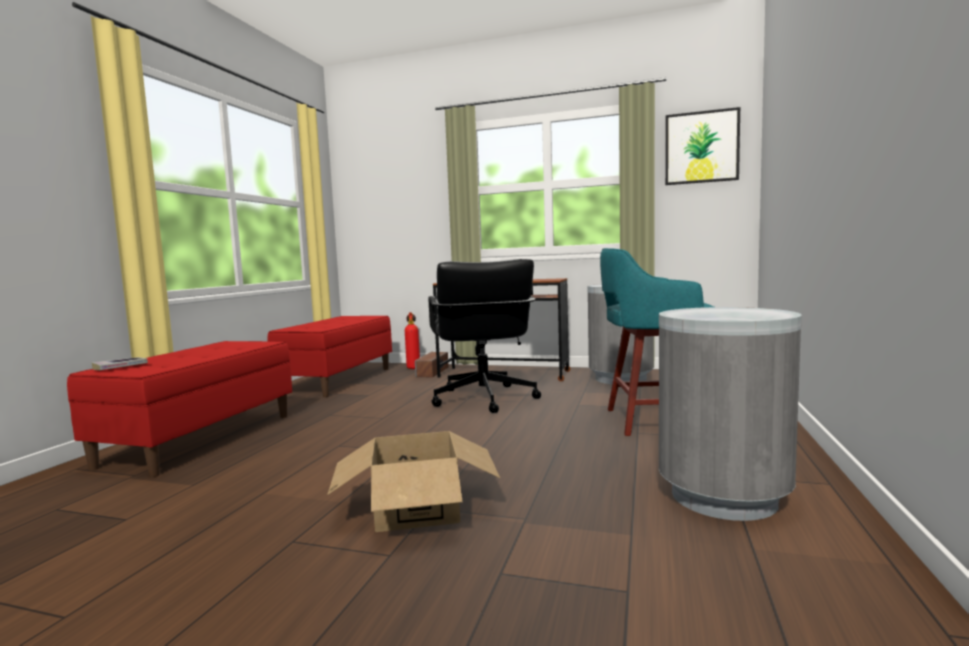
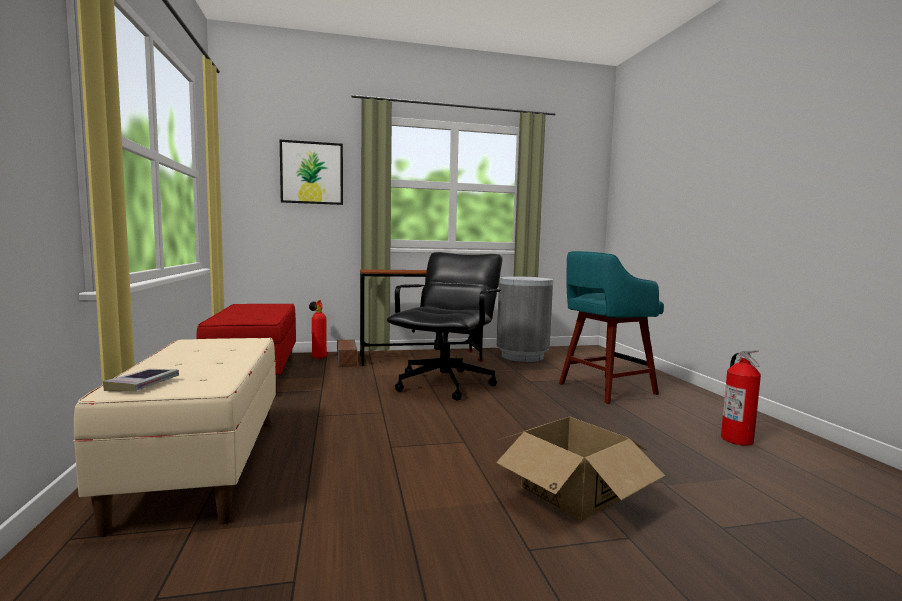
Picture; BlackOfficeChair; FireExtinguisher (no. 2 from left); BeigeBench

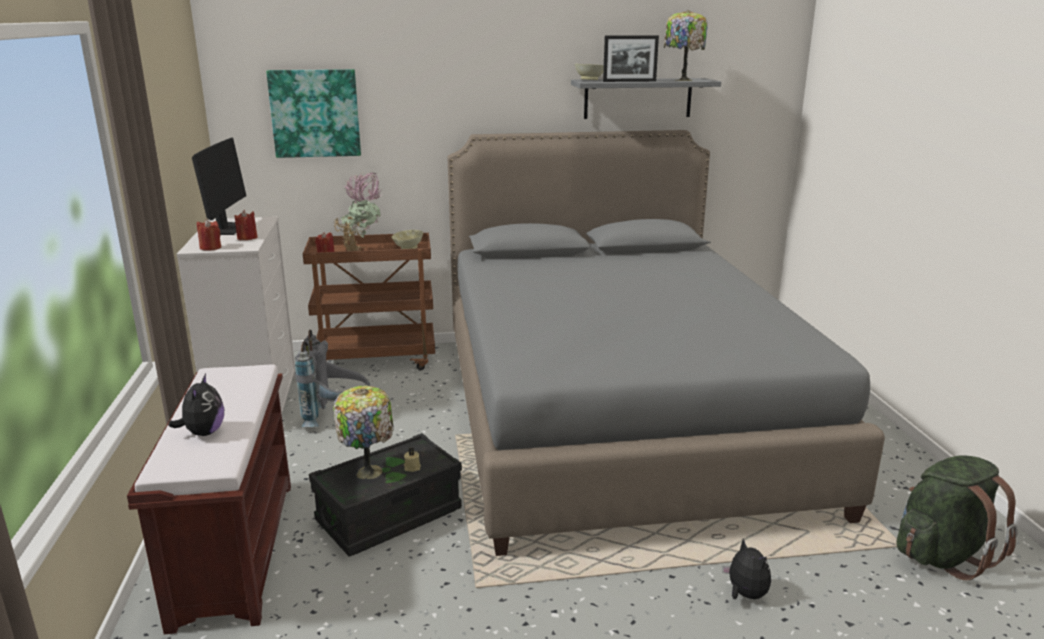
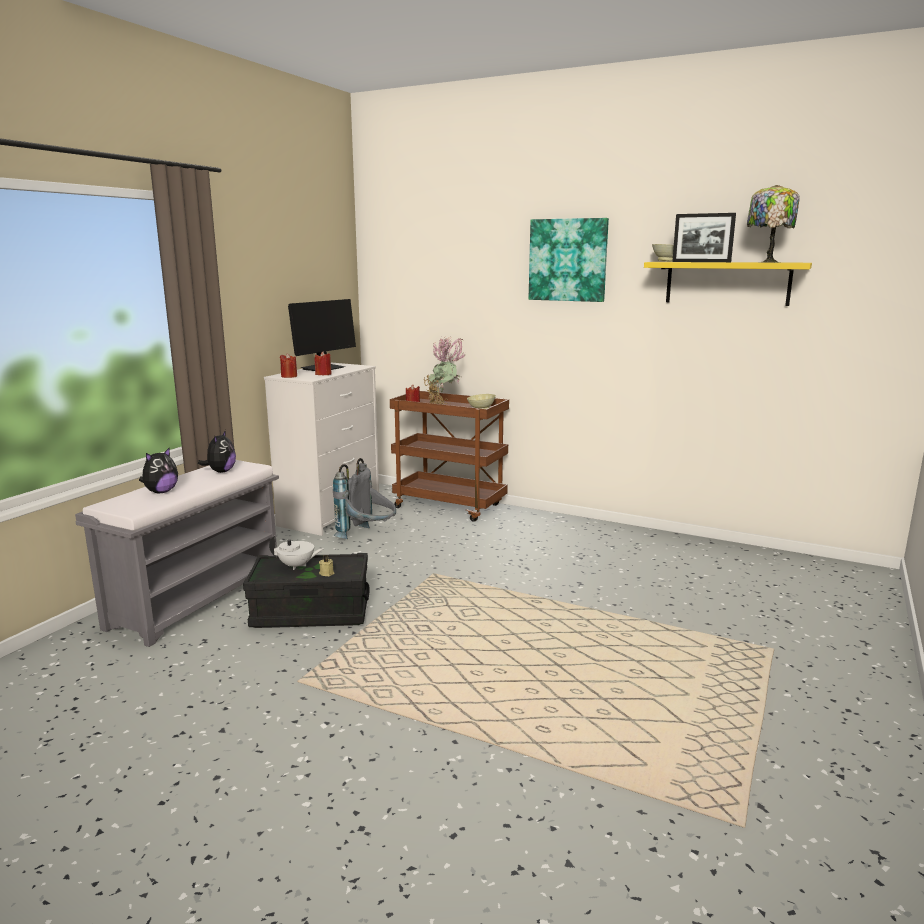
Picture; YellowShelf; GreyBed; GreyBench; WhiteTeapot; GreenBackpack; PlushToy (no. 2 from left)

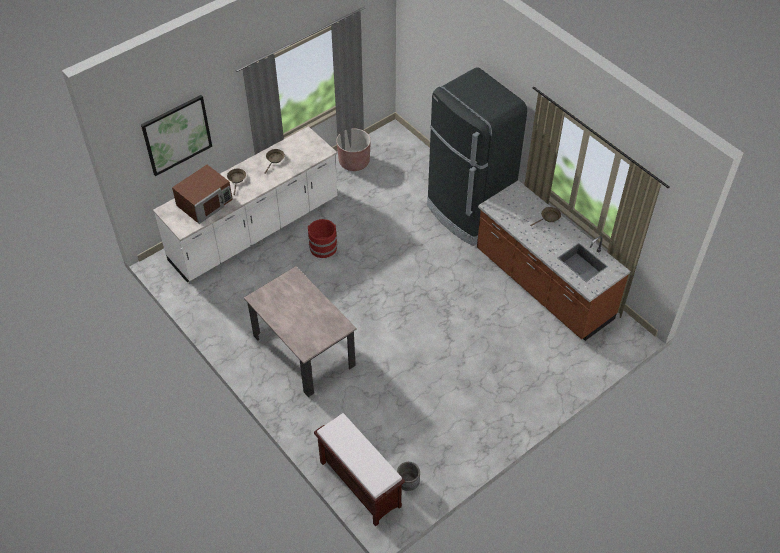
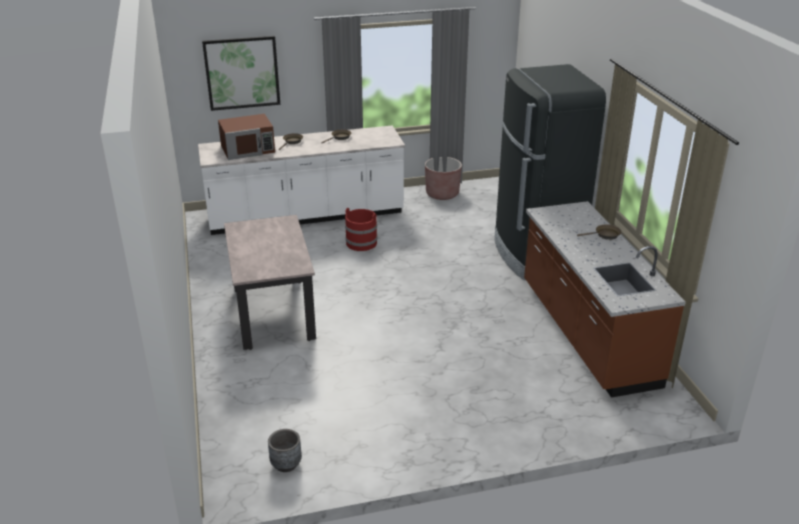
BrownBench

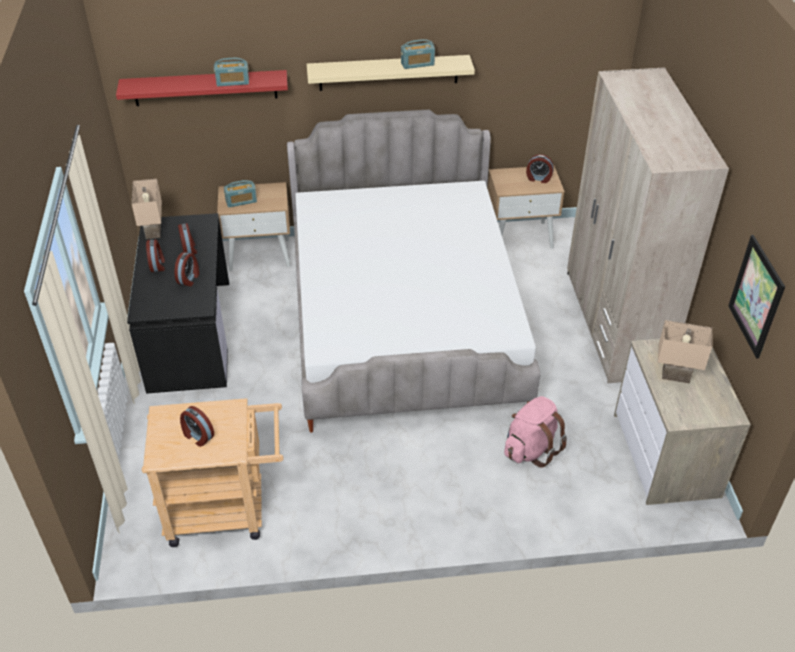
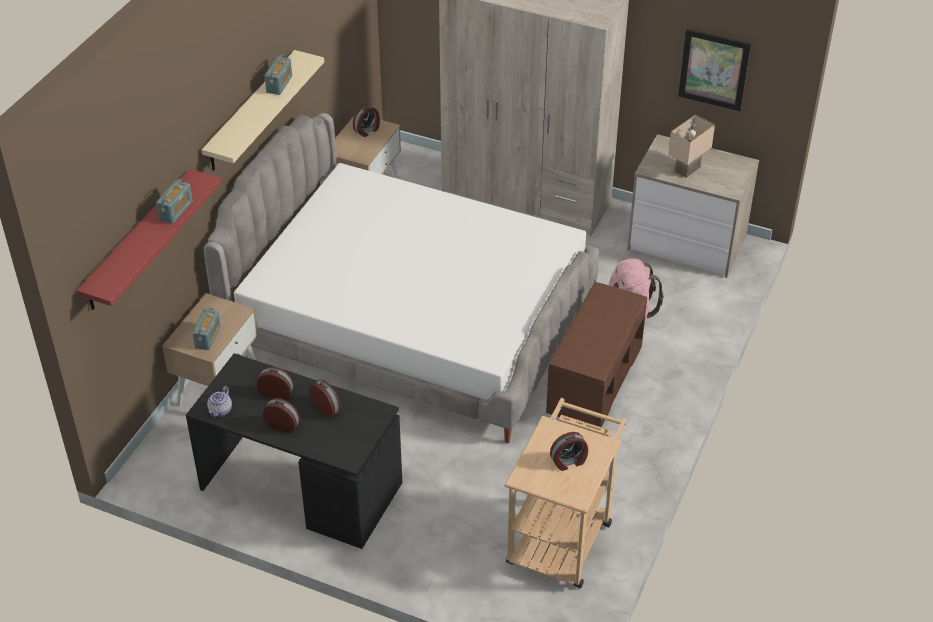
Teapot; BrownBench

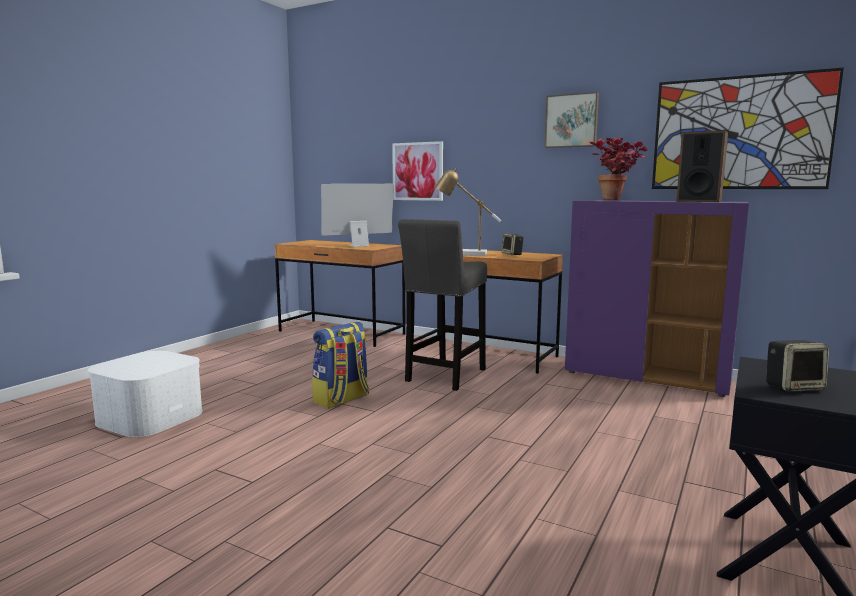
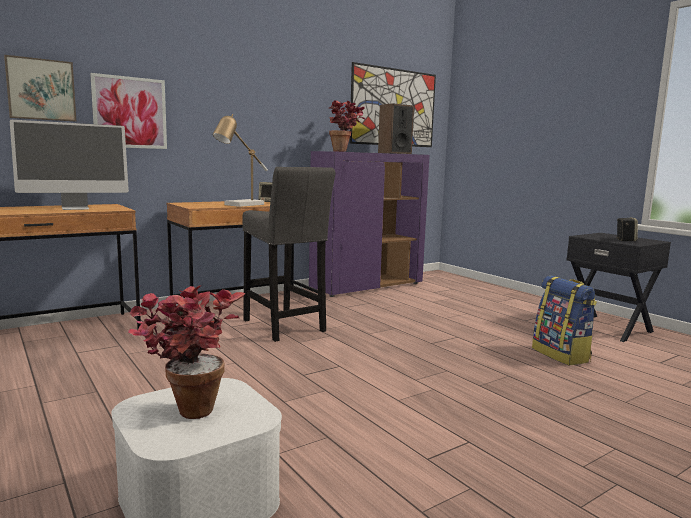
Picture (no. 1 from left); Monitor; Backpack; PottedPlant (no. 1 from left)

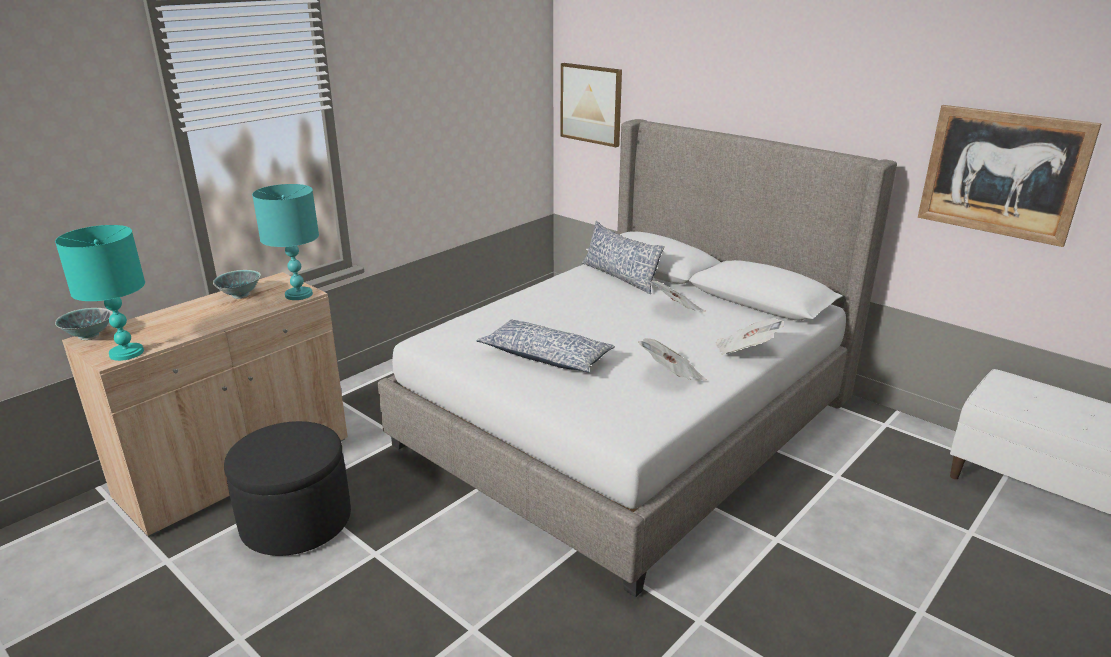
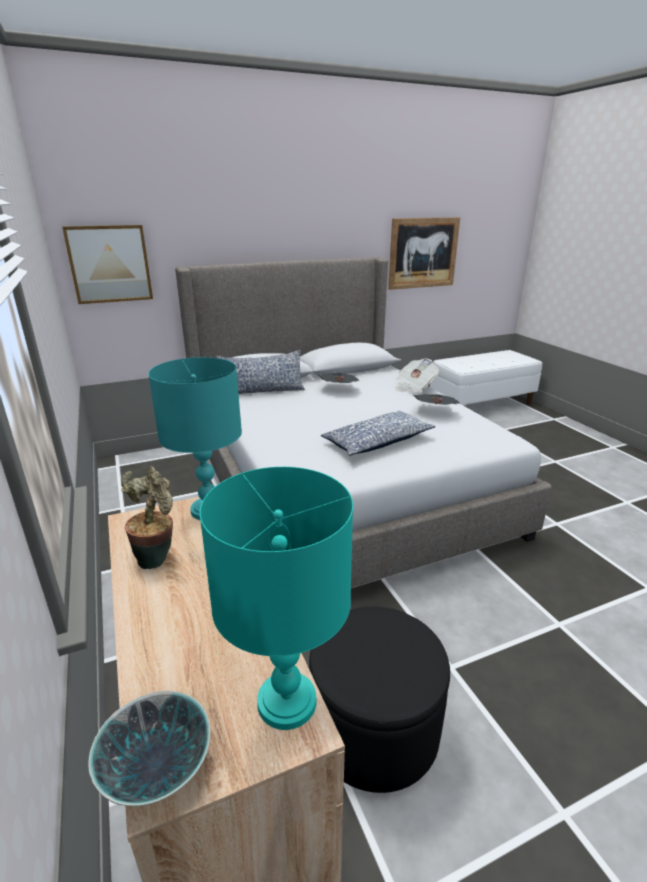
PottedPlant

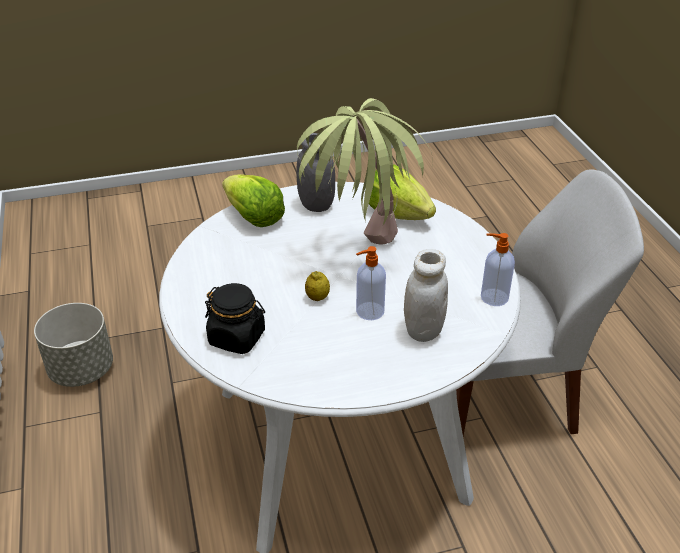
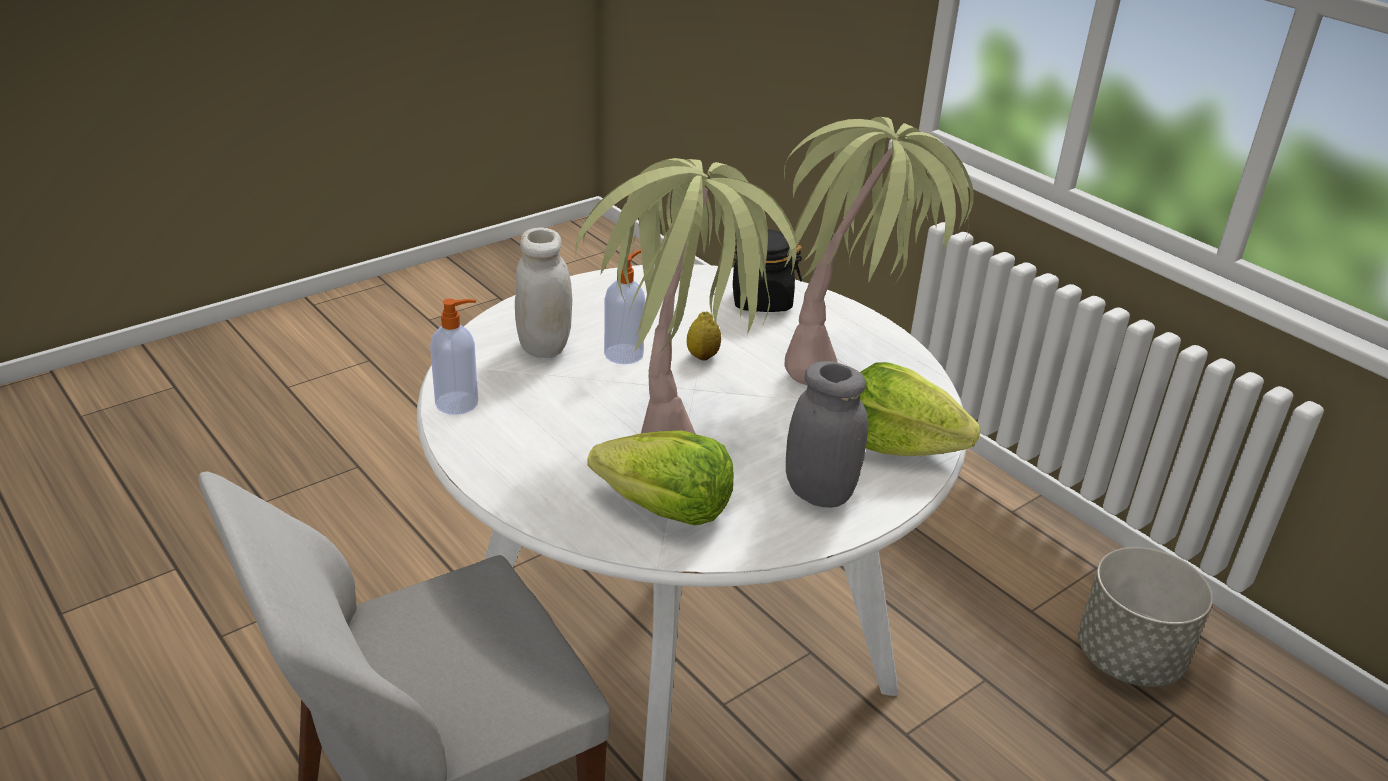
PottedPlant (no. 2 from left)

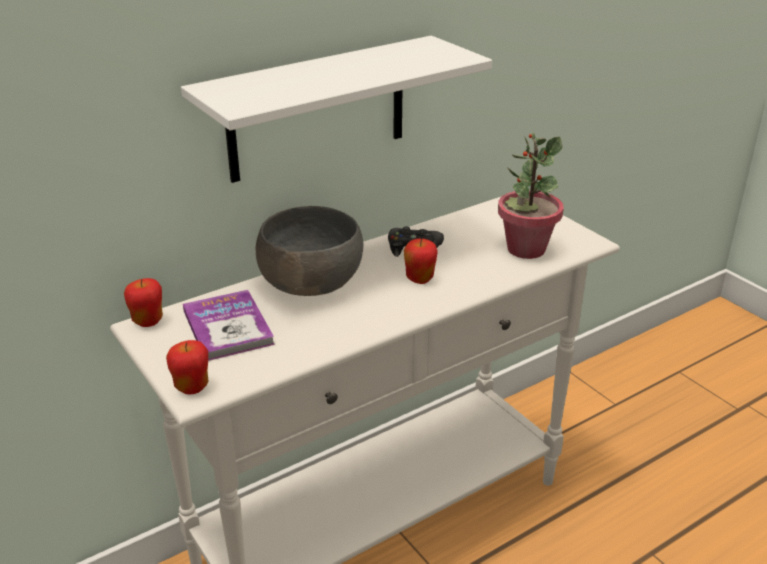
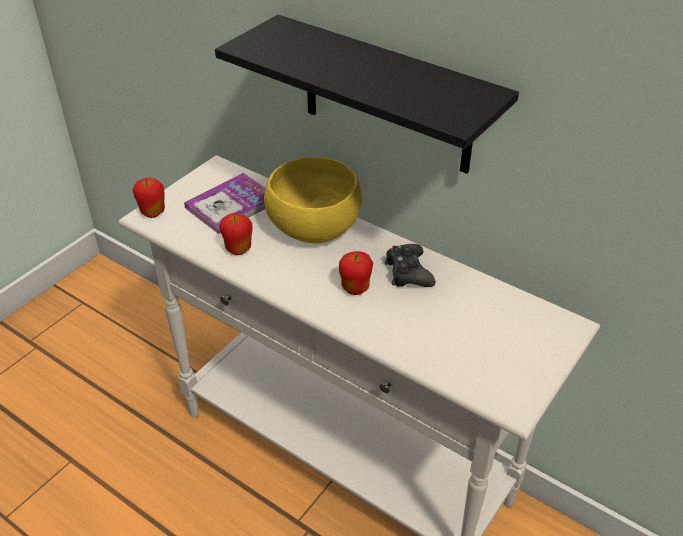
BlackShelf; PottedPlant; YellowBowl; Apple (no. 2 from left)

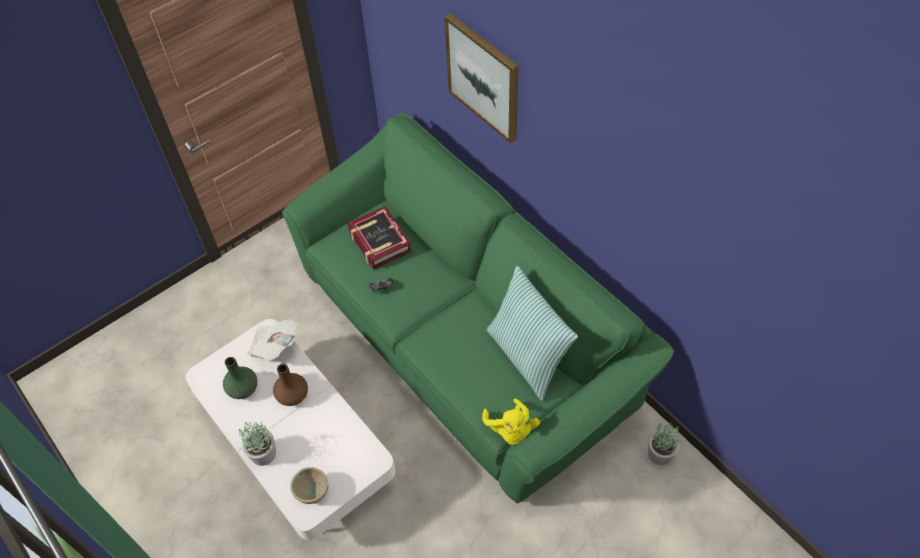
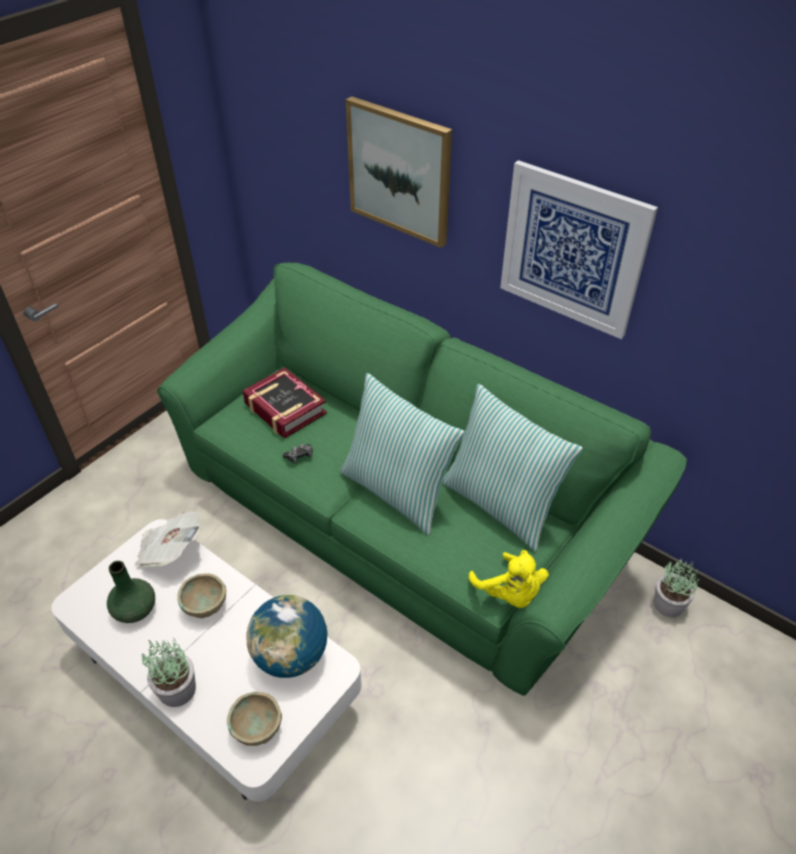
BeigeBowl (no. 1 from left); Picture (no. 2 from left); Pillow (no. 1 from left); Globe

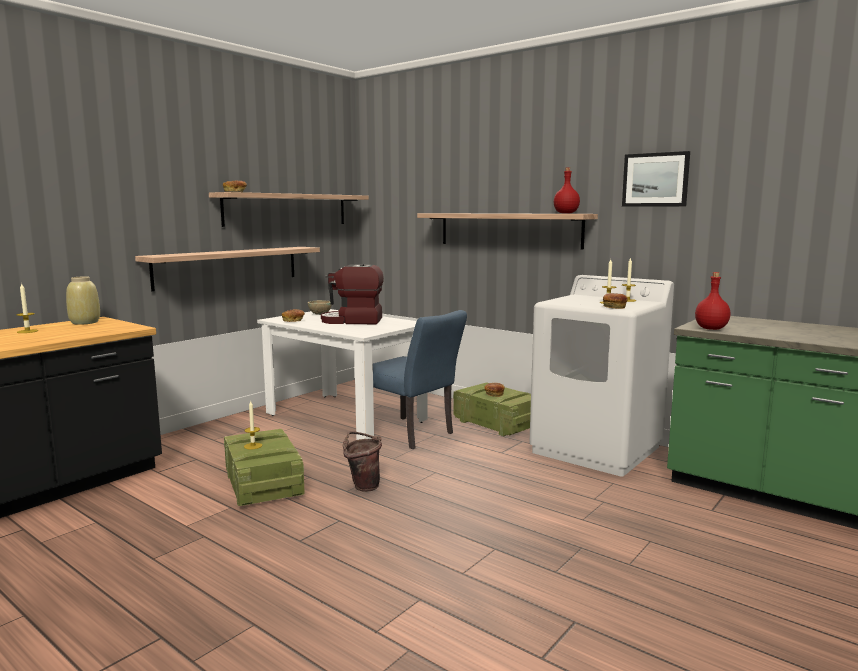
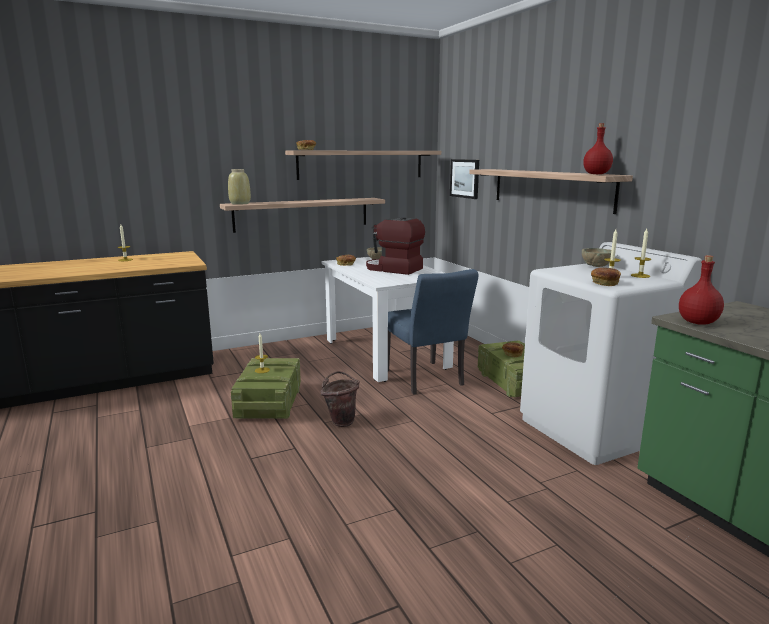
Picture; BeigeVase; BeigeBowl (no. 2 from left)

